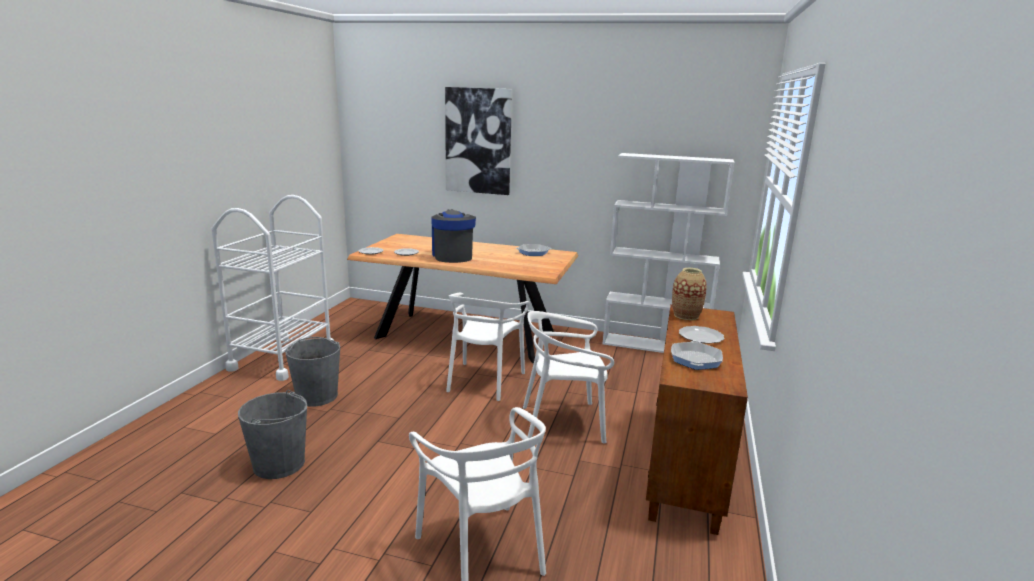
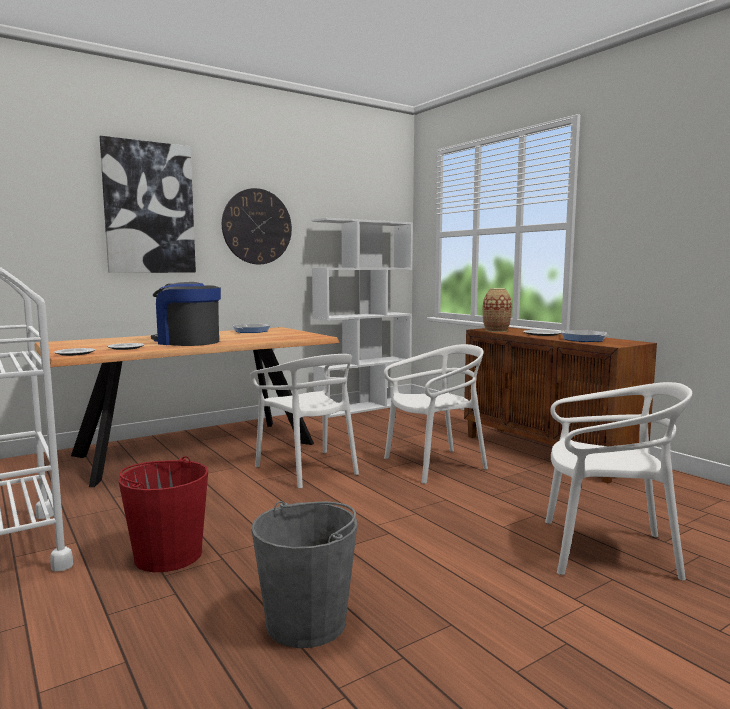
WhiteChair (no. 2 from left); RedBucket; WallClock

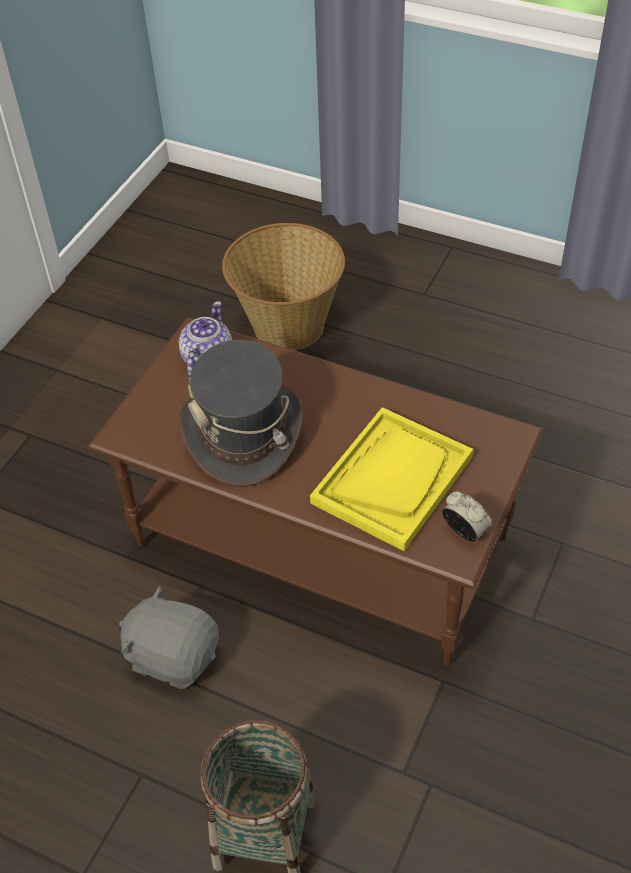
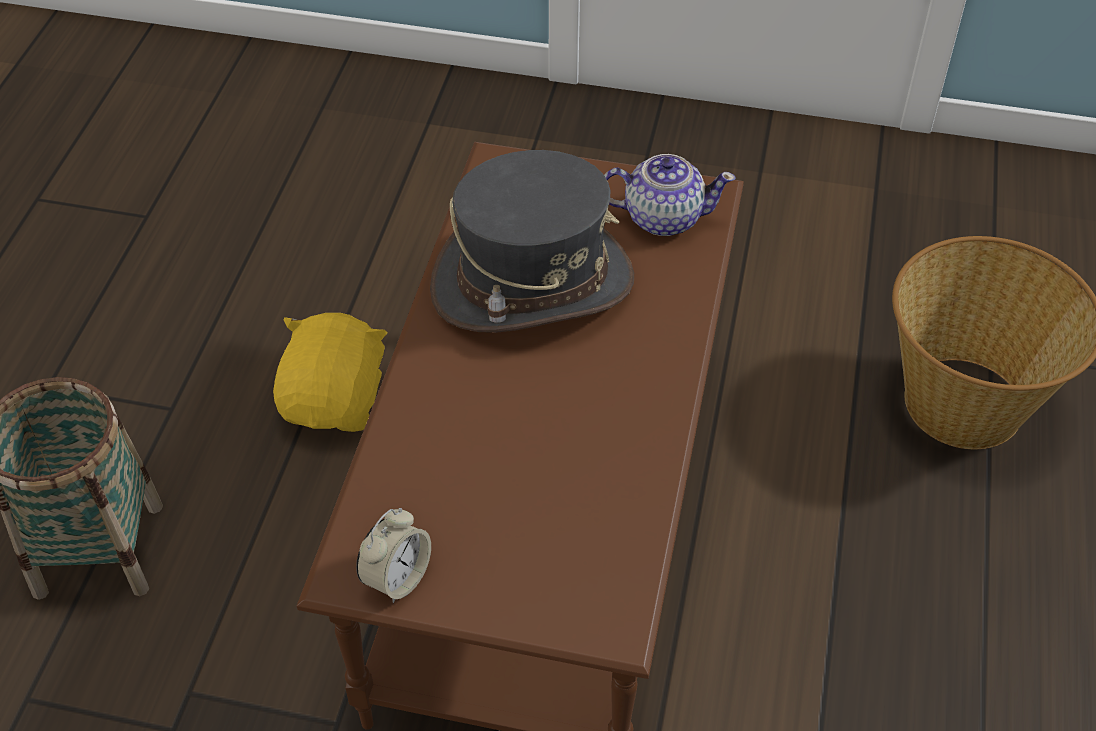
YellowTray; YellowPlushToy

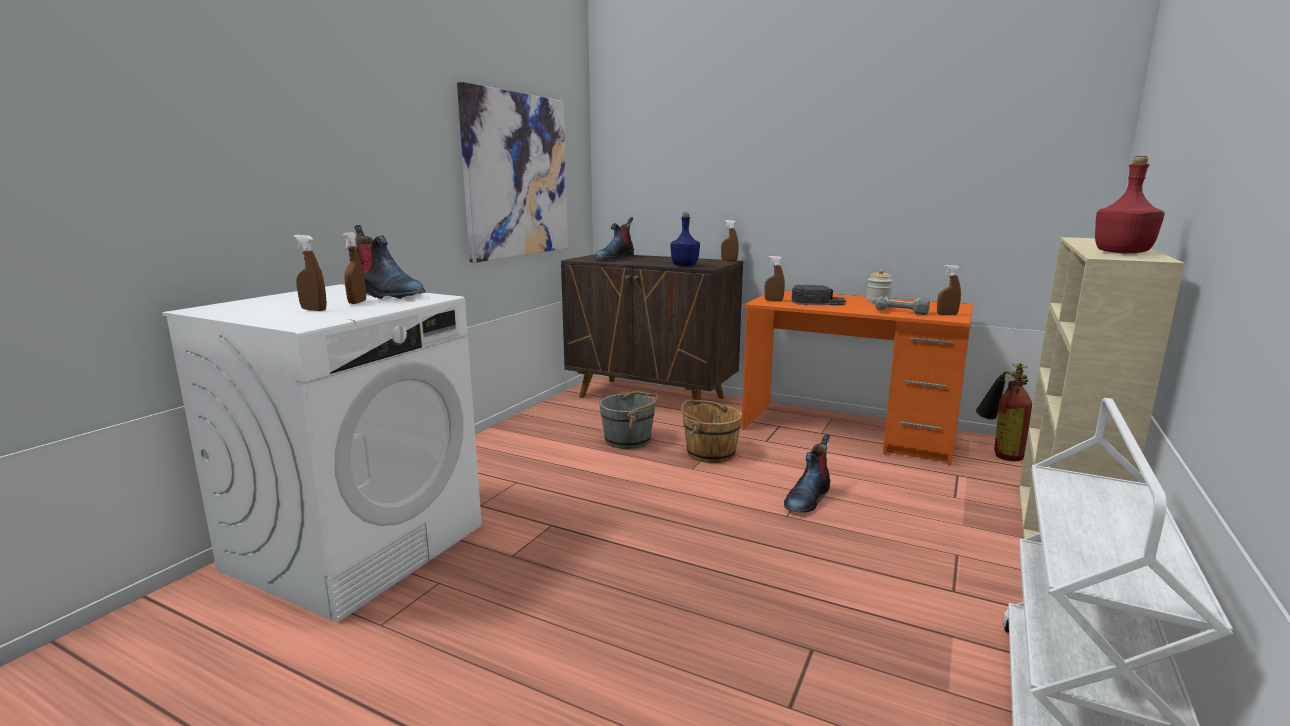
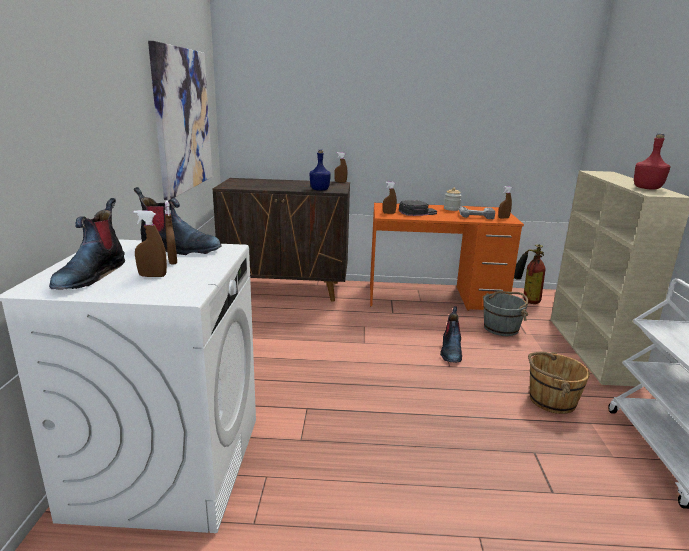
Boot (no. 1 from left); GreyBucket; BrownBucket

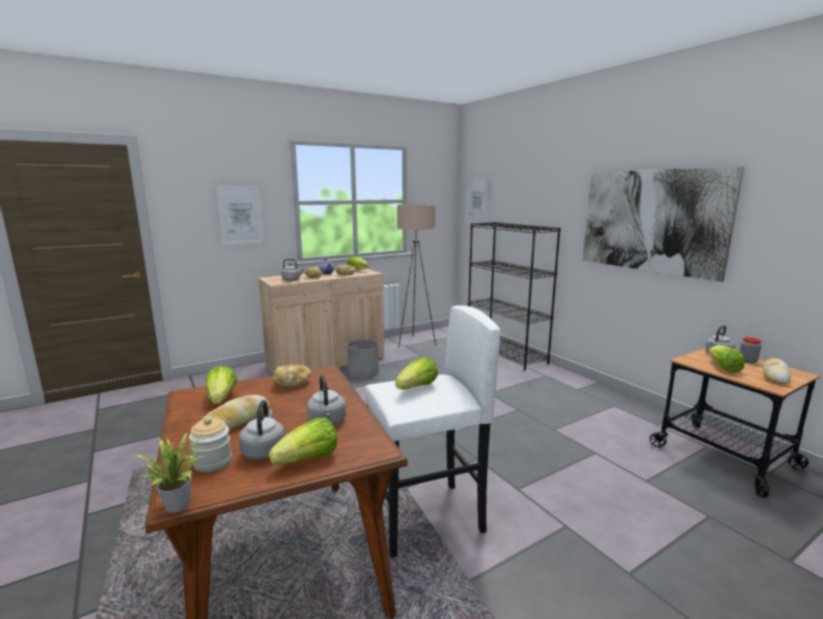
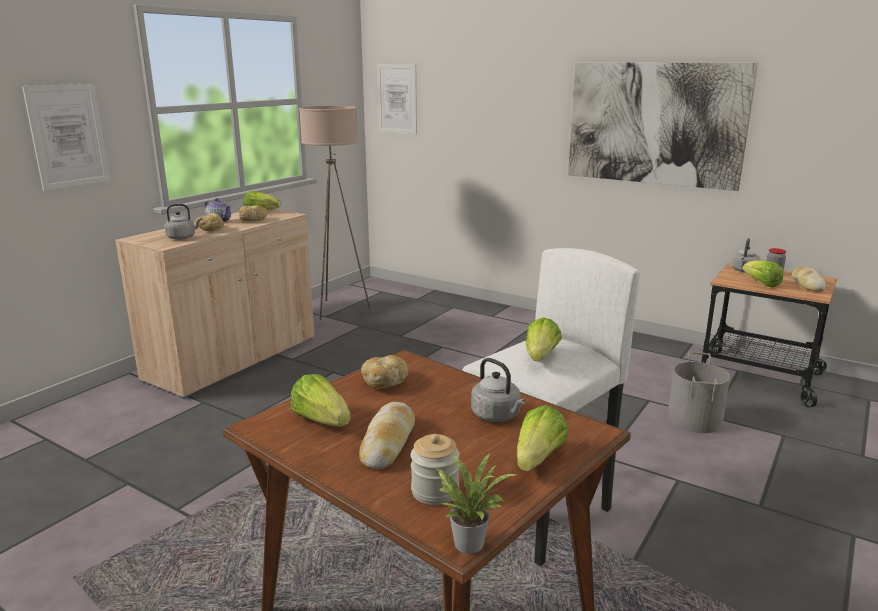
BlackBookcase; GreyBucket; GreyKettle (no. 1 from left in the first image)

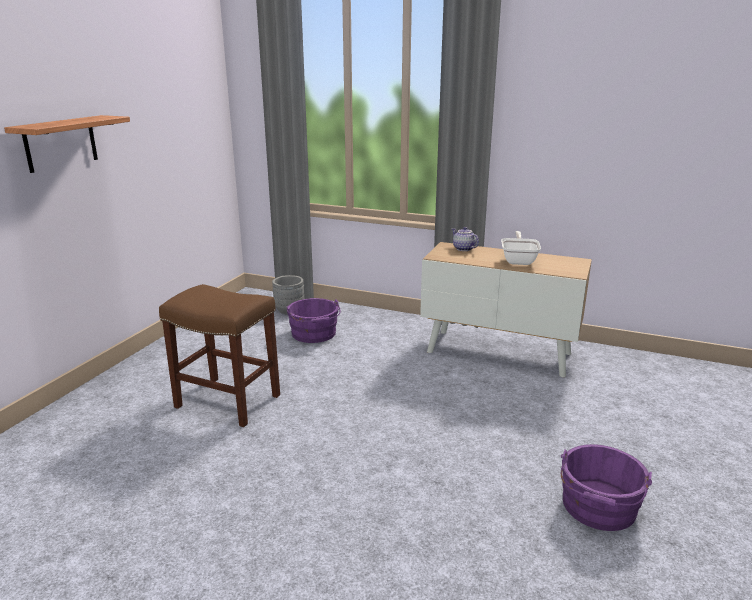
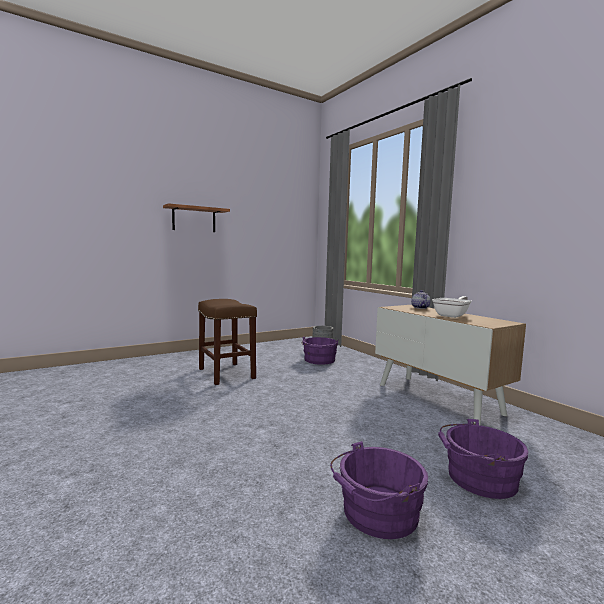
PurpleBucket (no. 3 from left)

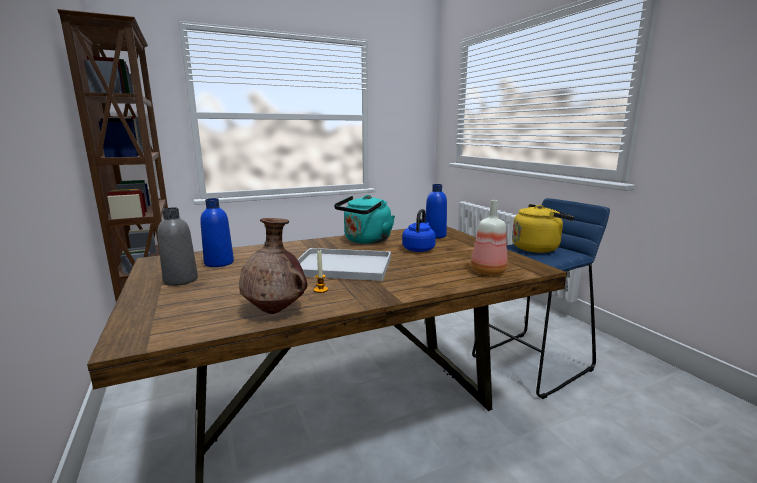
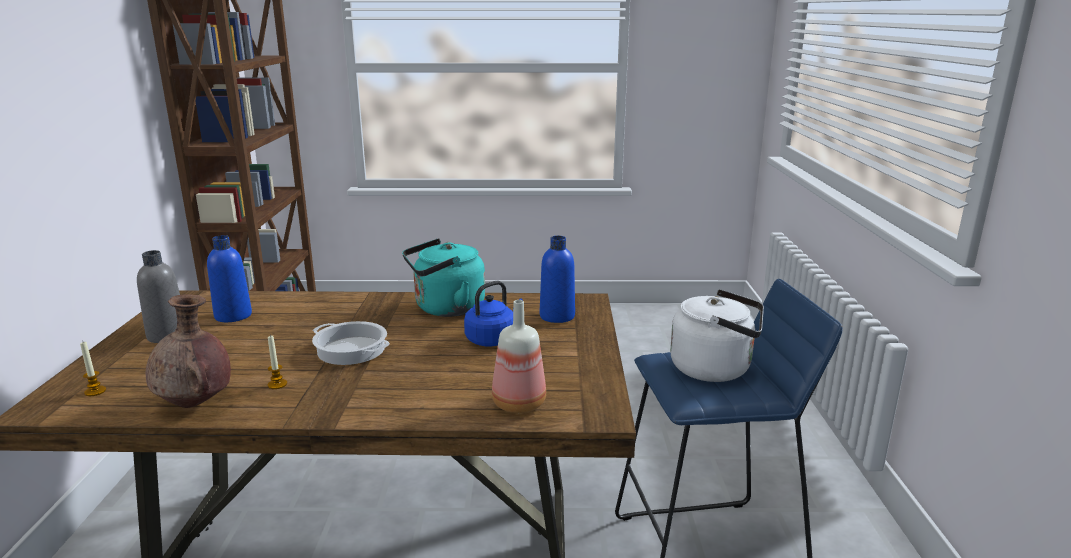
WhiteKettle; CookingPot; Candle (no. 1 from left)

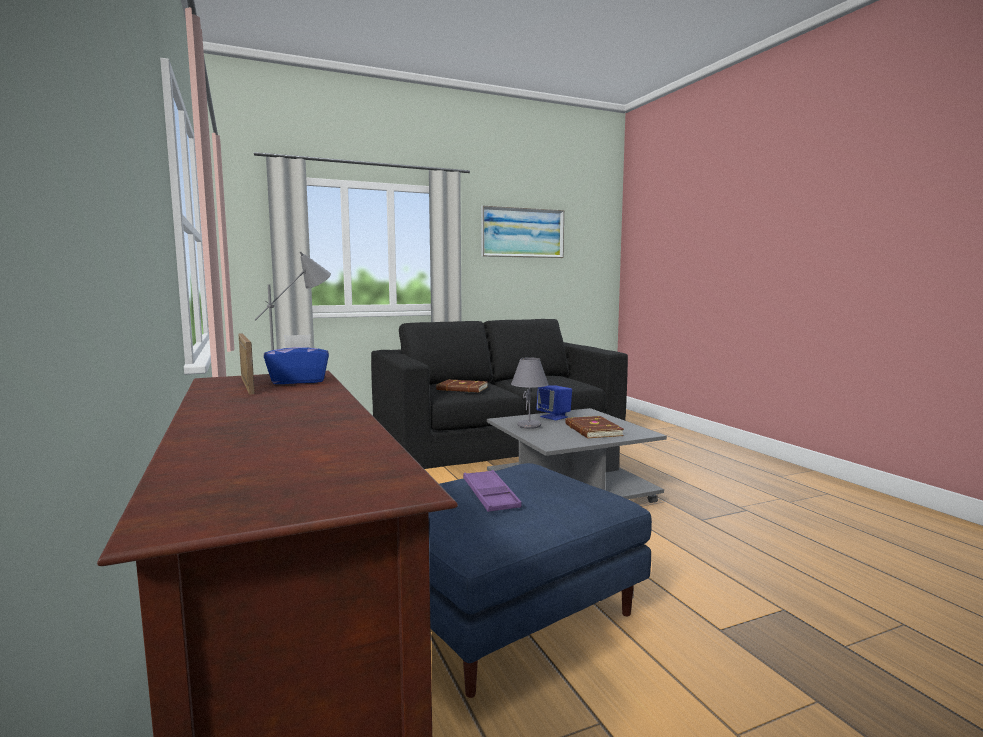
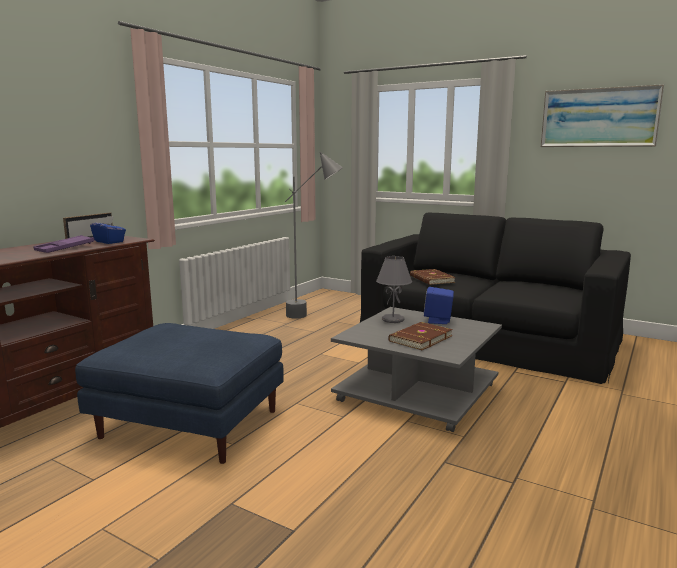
PurpleTray

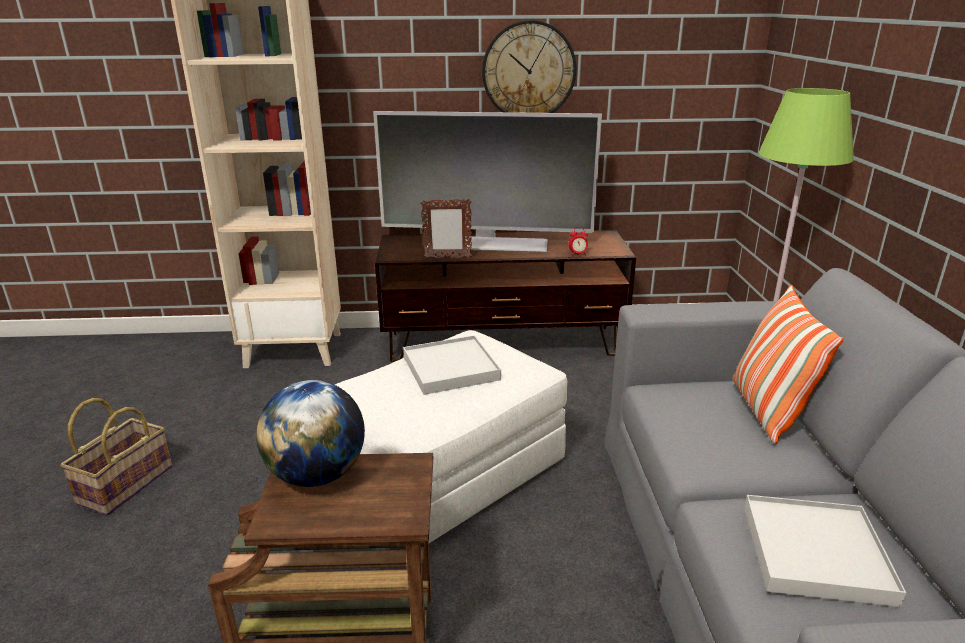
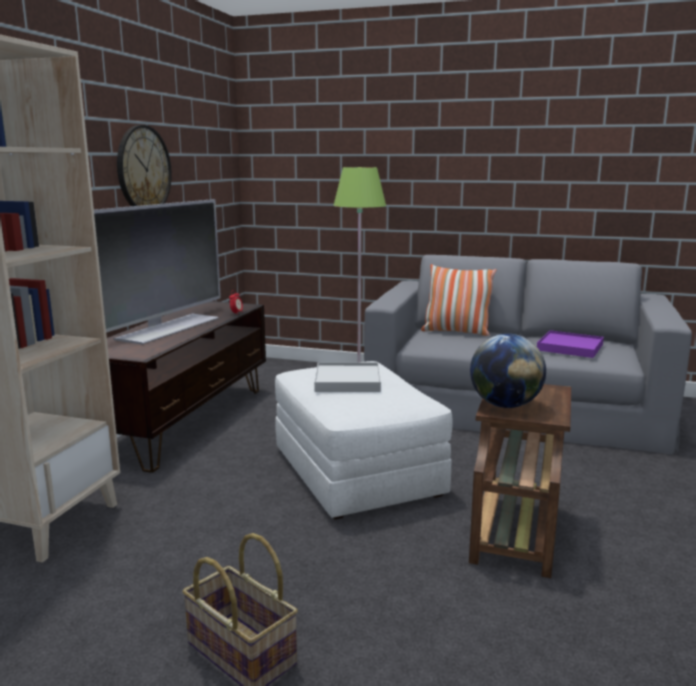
PictureFrame; PurpleTray

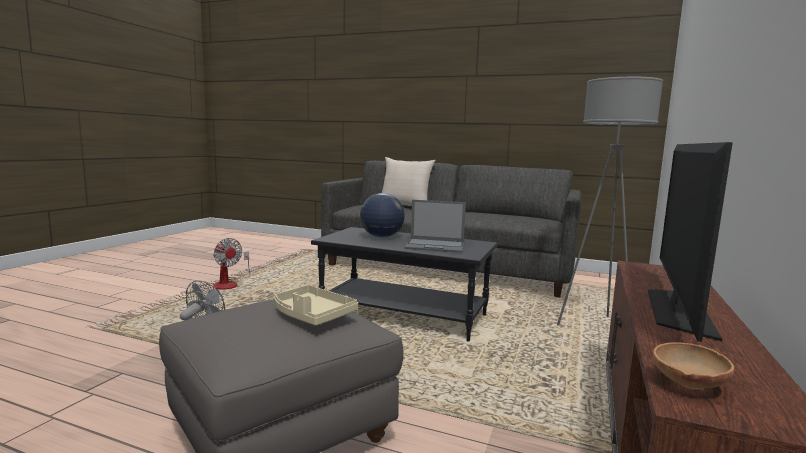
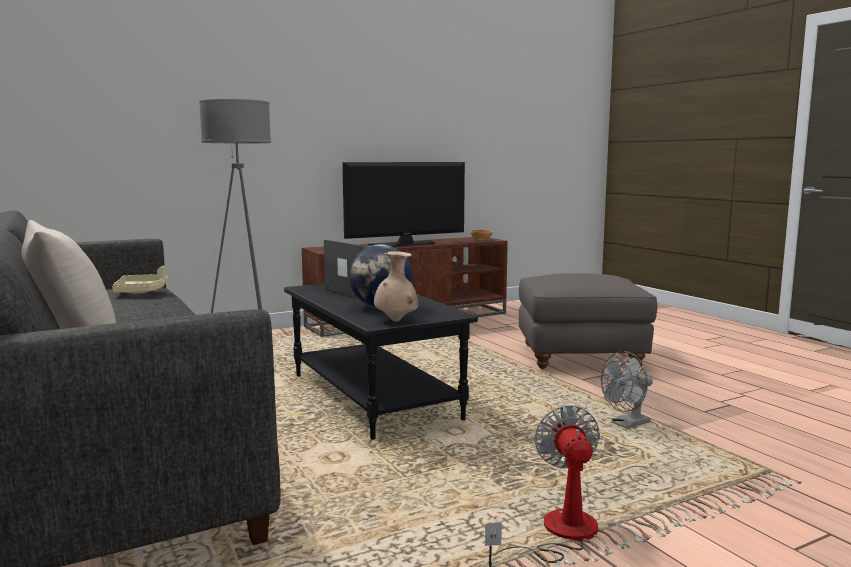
BeigeTray; BeigeVase

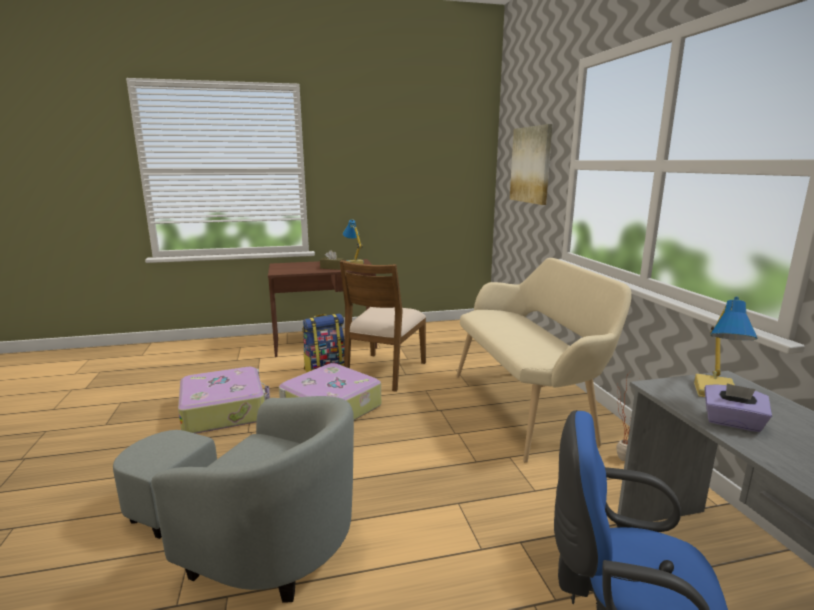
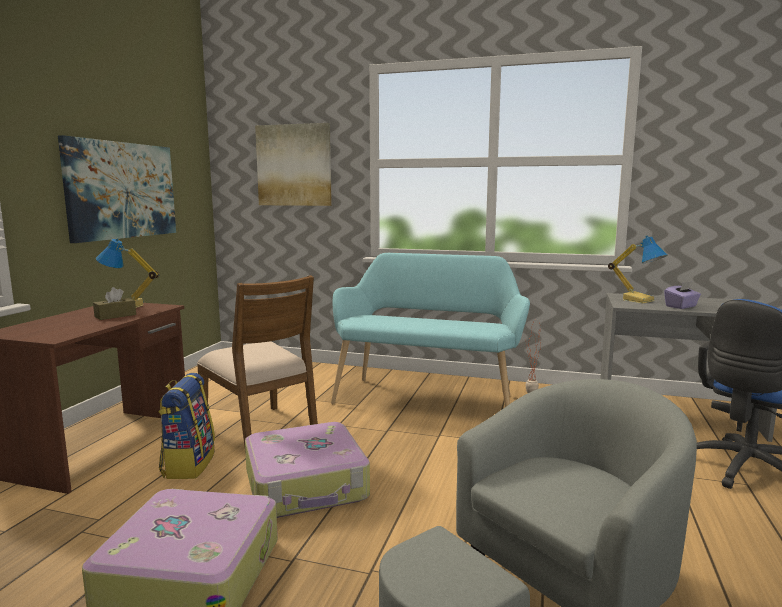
TurquoiseBench; Picture (no. 1 from left)

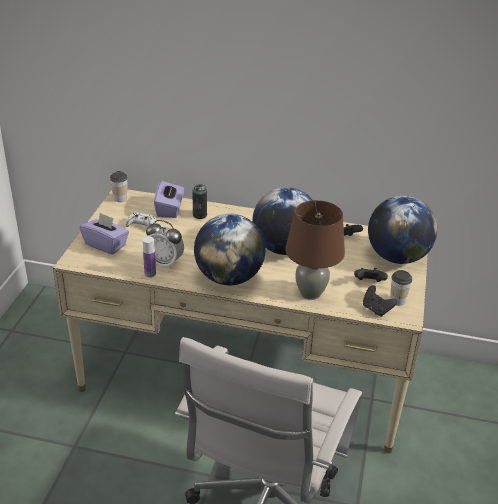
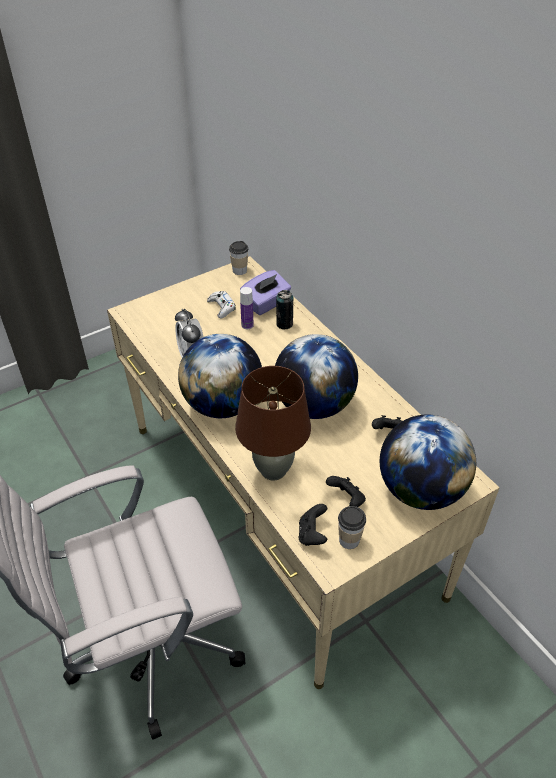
PurpleTissueBox (no. 1 from left in the first image); Bottle

